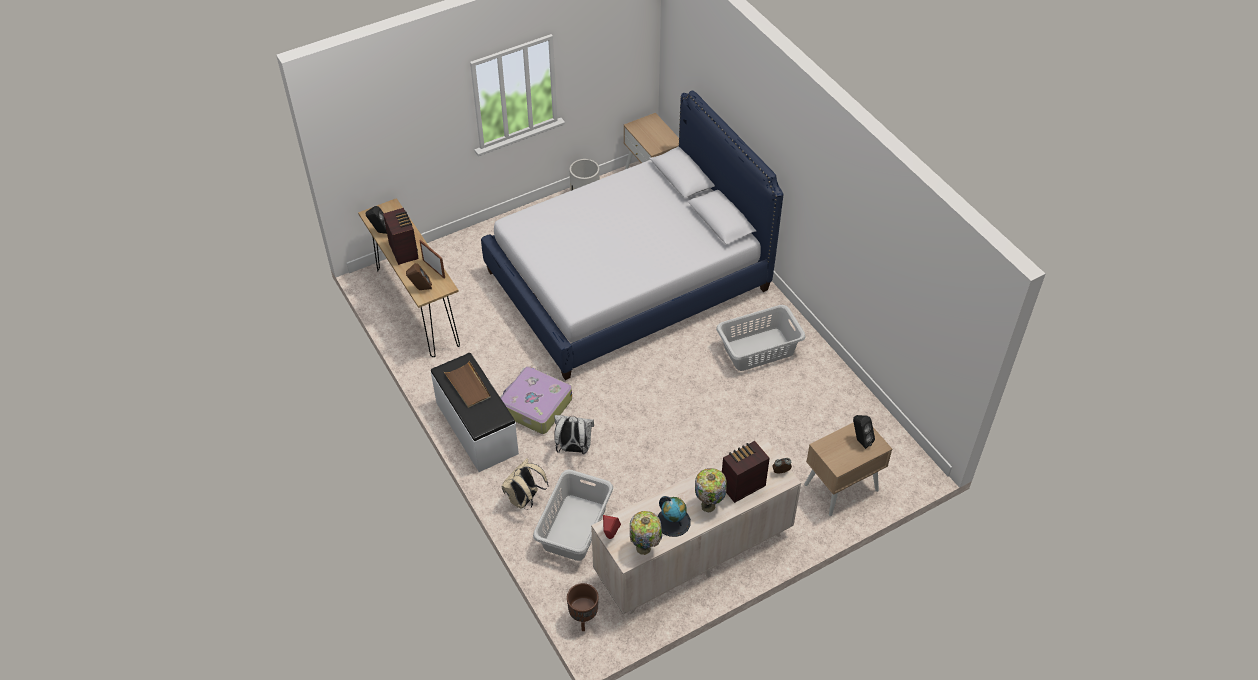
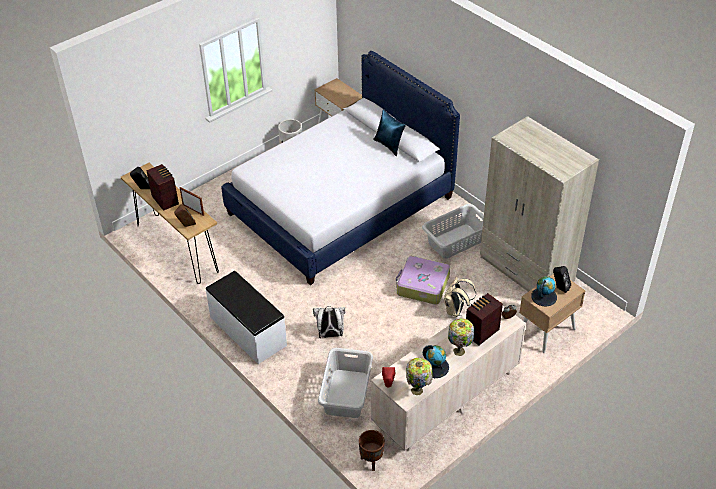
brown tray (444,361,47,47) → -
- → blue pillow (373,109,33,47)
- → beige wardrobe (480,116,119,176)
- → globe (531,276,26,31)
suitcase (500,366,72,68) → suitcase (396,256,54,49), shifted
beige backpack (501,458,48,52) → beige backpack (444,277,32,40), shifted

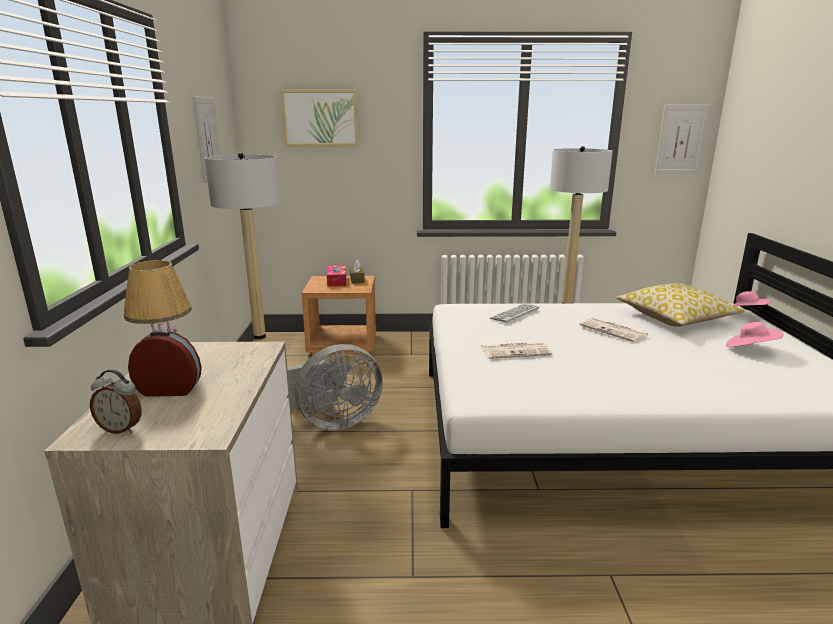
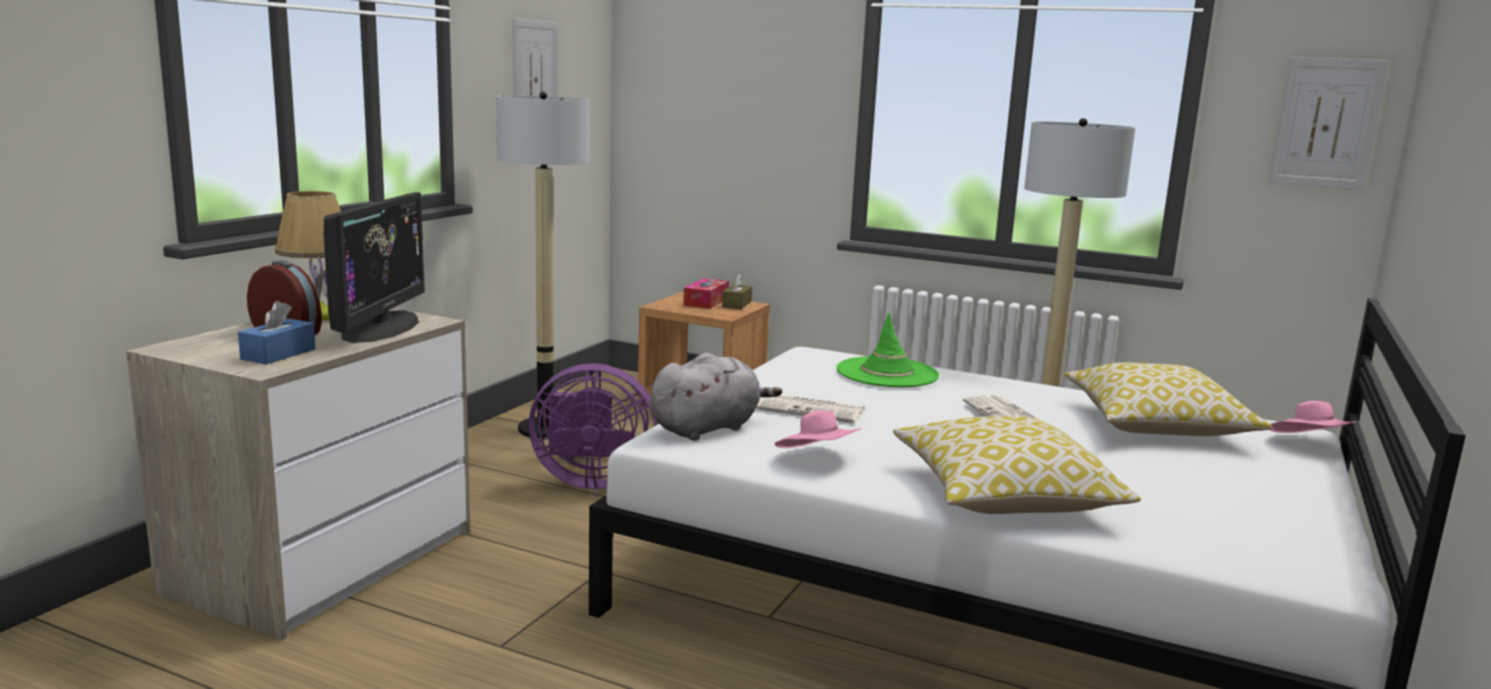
alarm clock (90,369,52,65) → -
picture (280,89,79,57) → -
- → blue tissue box (238,301,78,63)
- → monitor (324,192,101,151)
- → grey plush toy (650,353,132,88)
- → pillow (893,416,248,98)
pink hat (726,322,58,25) → pink hat (775,410,86,38), shifted
keyboard (490,304,49,19) → green hat (836,313,103,74)
grey fan (287,344,96,86) → purple fan (529,363,130,126)

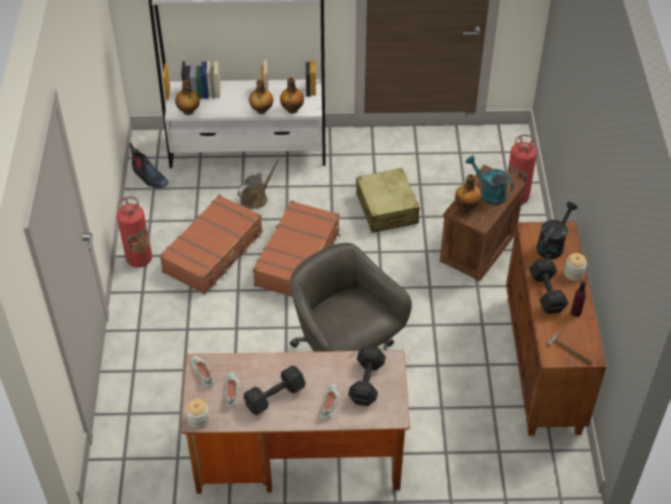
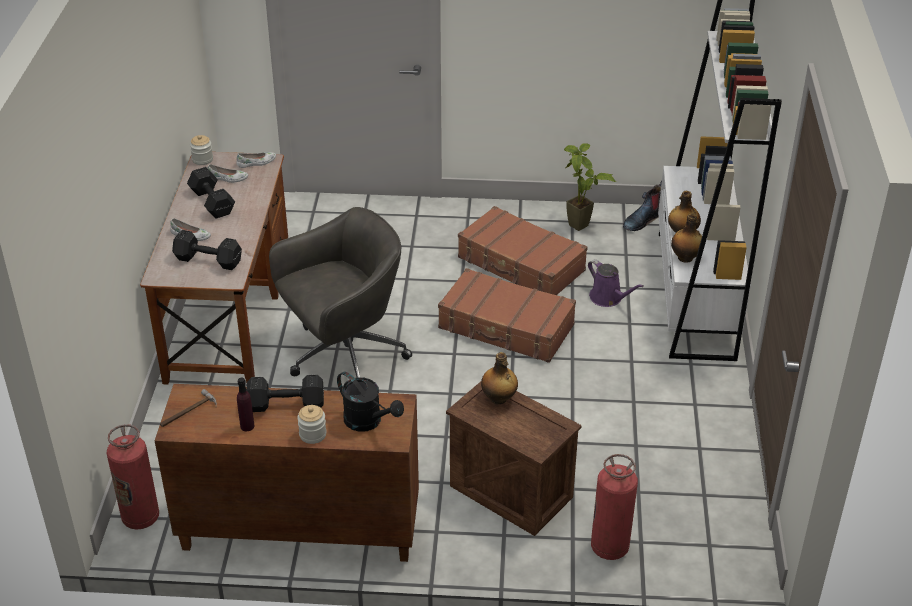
bottle (175,80,25,35) → -
beige suitcase (356,168,64,65) → -
turquoise watering can (466,155,47,50) → -
- → potted plant (564,143,52,88)
fire extinguisher (117,197,35,70) → fire extinguisher (107,424,52,106), shifted
brown watering can (237,157,44,52) → purple watering can (588,259,56,48)

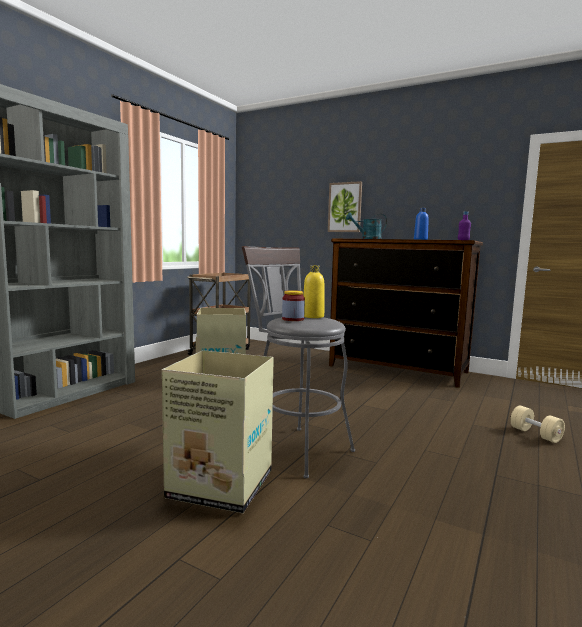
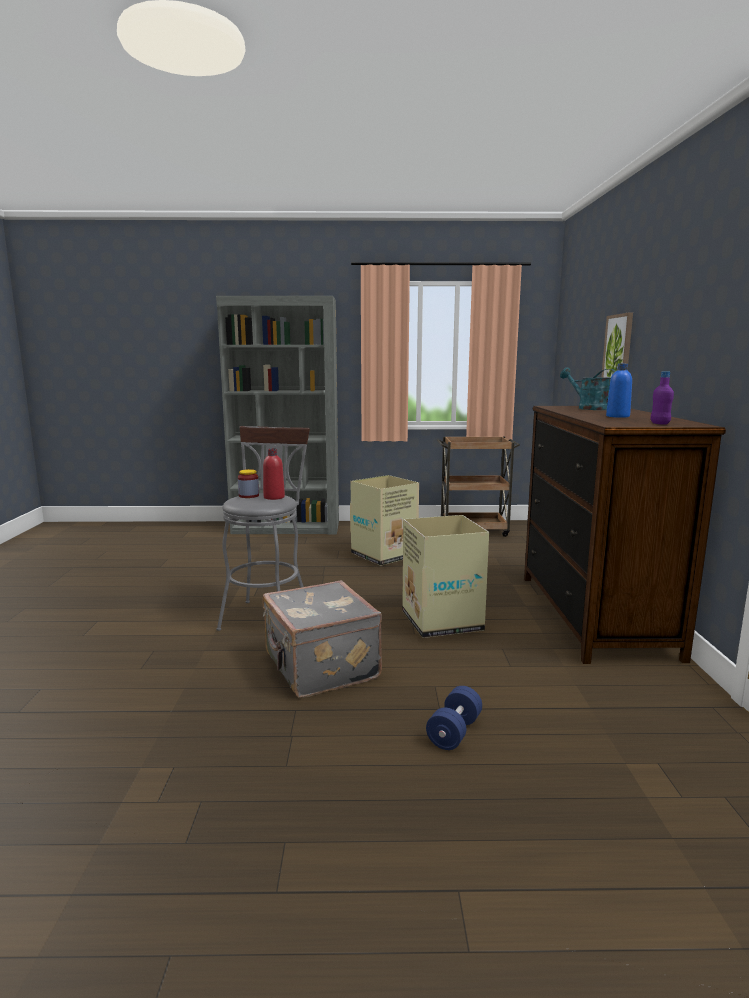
- → grey suitcase (263,581,119,117)
cardboard box (162,350,112,163) → cardboard box (402,515,87,123), shifted
yellow bottle (303,265,21,53) → red bottle (263,448,22,52)
beige dumbbell (510,405,55,38) → blue dumbbell (426,686,56,64)

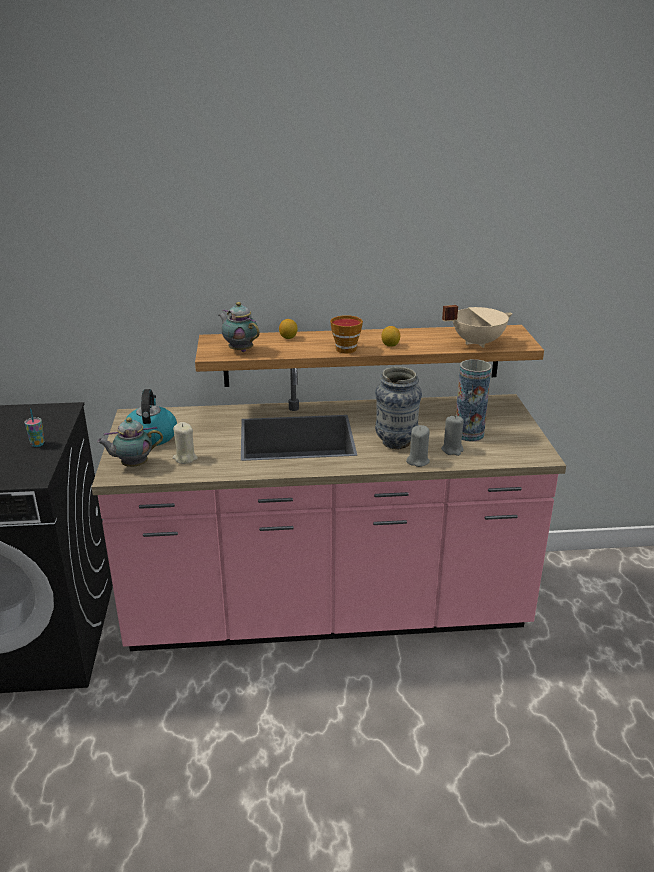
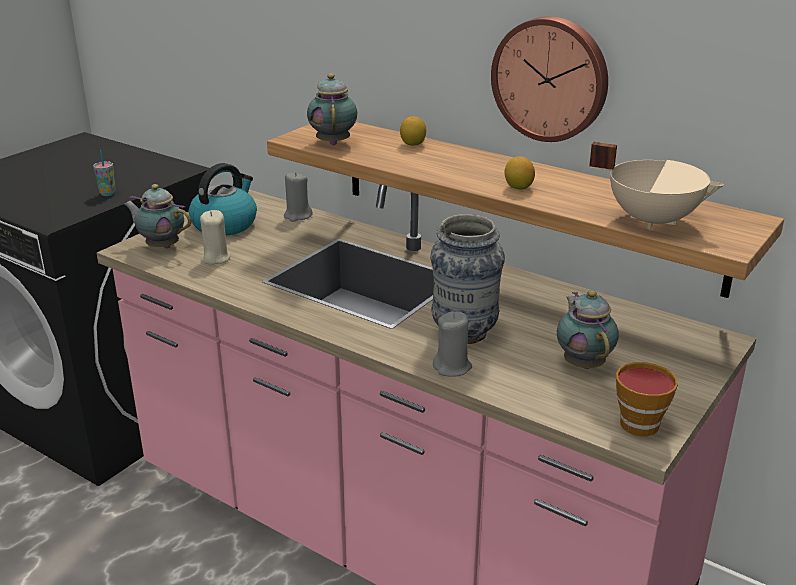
- → wall clock (491,16,117,126)
cup (330,315,33,38) → cup (616,362,62,74), shifted
grey candle (441,415,23,41) → grey candle (284,172,29,50), shifted
vase (456,359,36,82) → teapot (557,290,62,79)

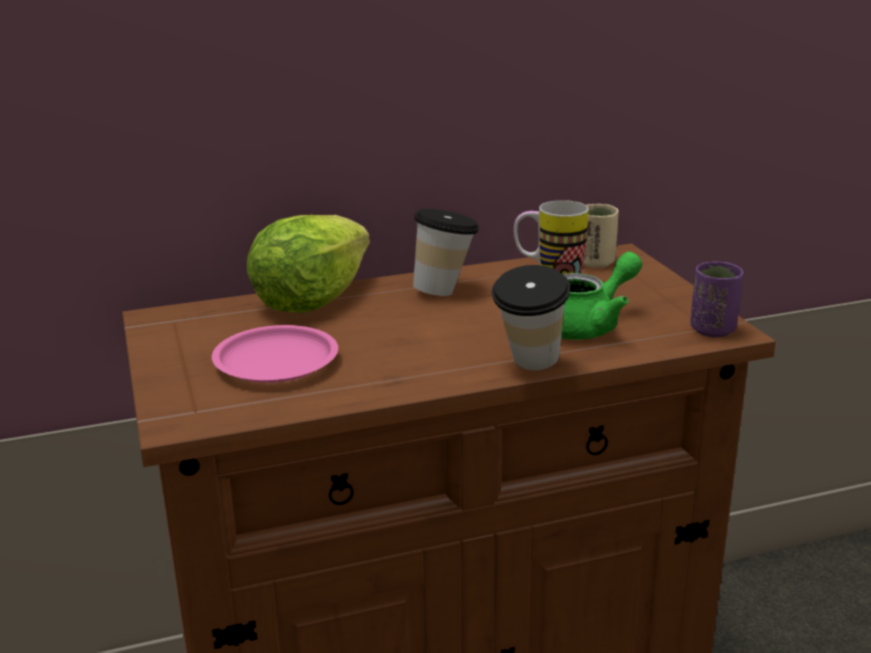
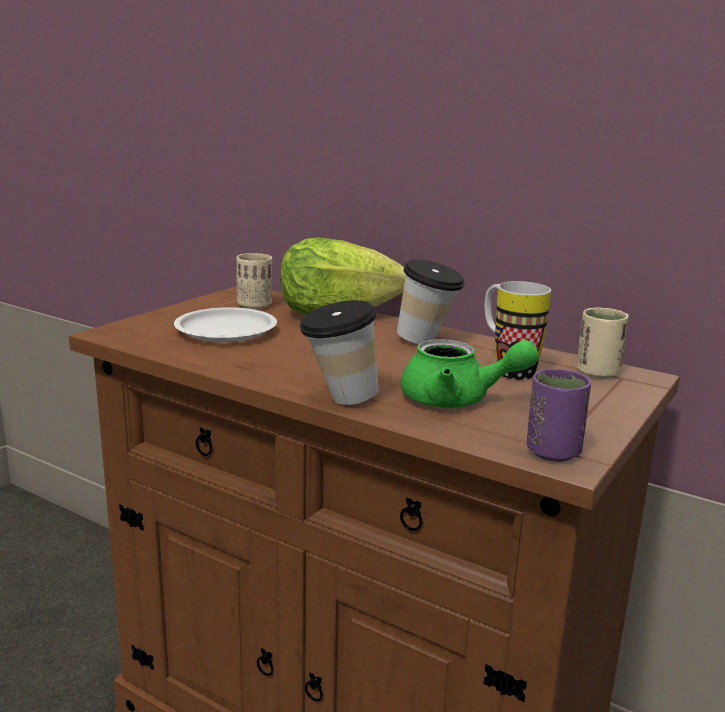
- → beige cup (236,253,36,57)
pink plate (212,325,126,58) → white plate (174,307,103,35)

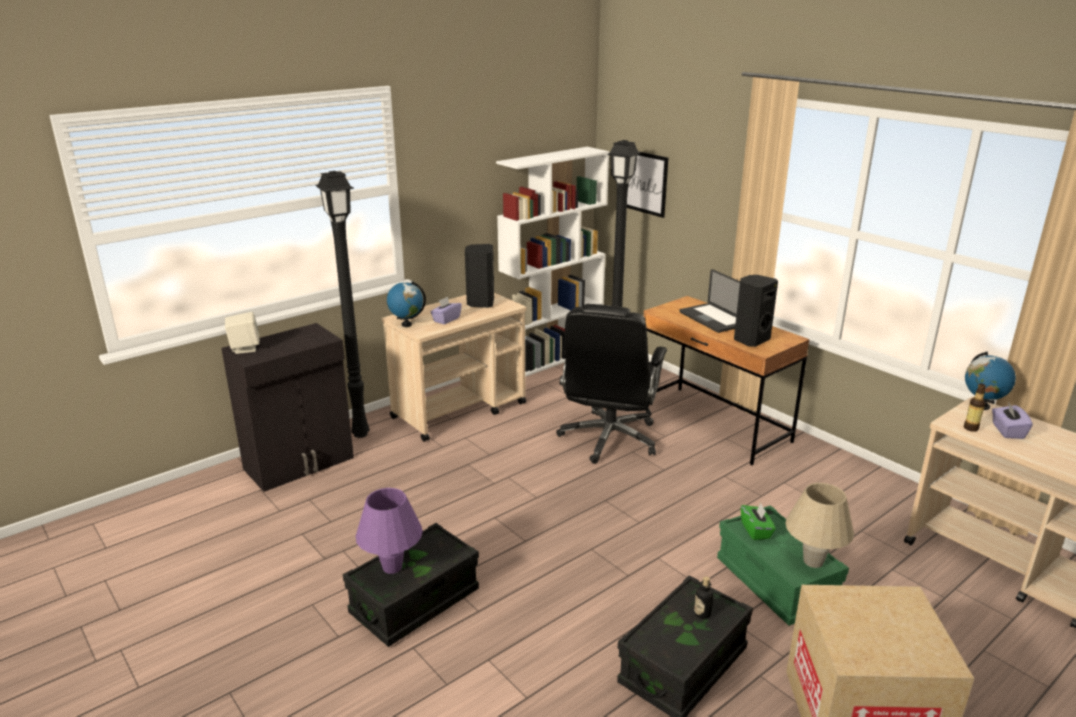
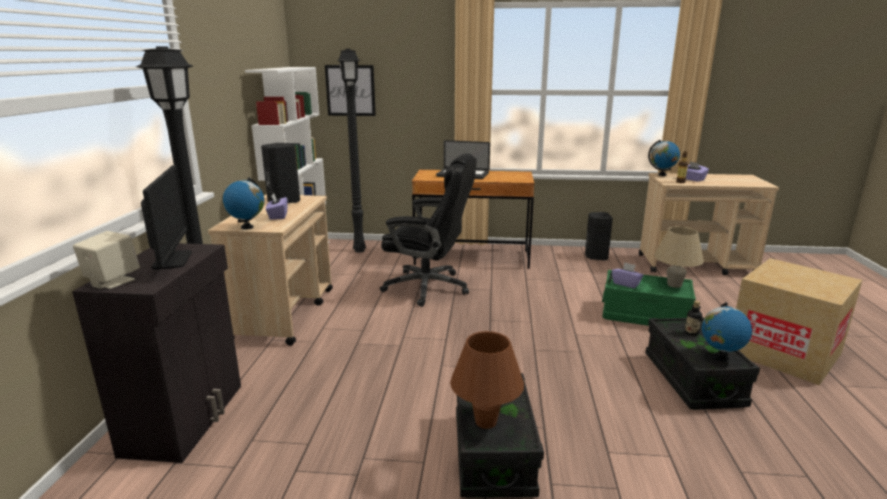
- → monitor (141,165,51,104)
- → globe (702,303,50,58)
black speaker (734,275,44,72) → black speaker (585,212,28,48), shifted
purple table lamp (356,488,67,86) → brown table lamp (450,331,74,98)
green tissue box (741,503,35,37) → purple tissue box (612,262,32,26)
black office chair (556,304,111,160) → black office chair (380,153,97,154), 45 degrees counterclockwise

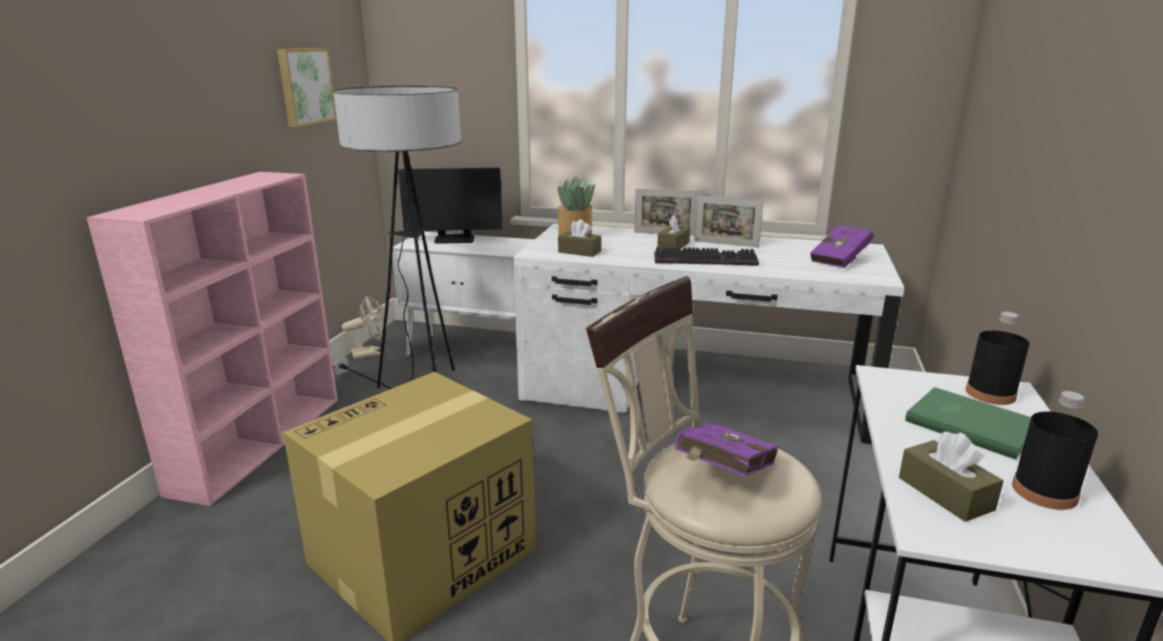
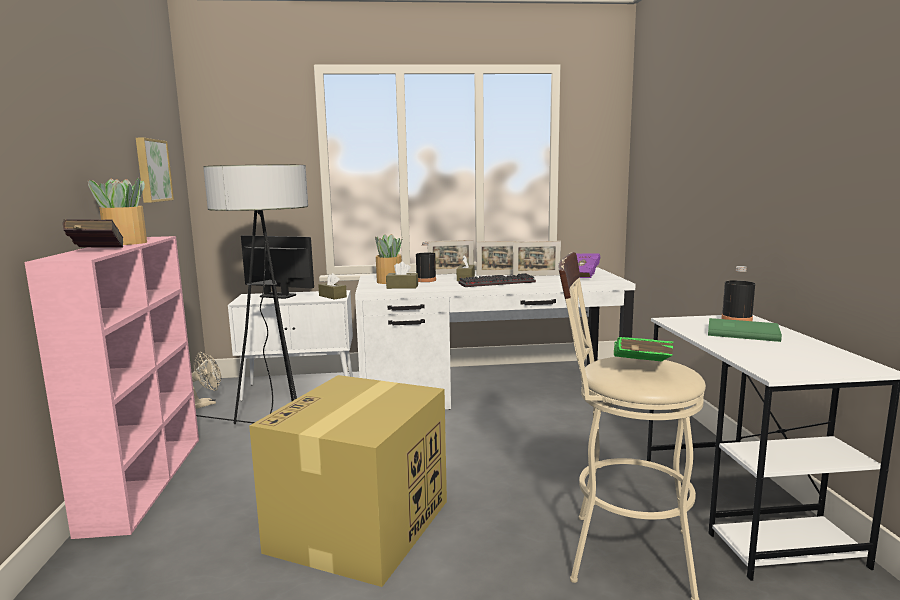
- → red book (62,219,61,29)
- → potted plant (88,178,59,67)
- → picture frame (513,241,48,35)
brown tissue box (899,431,105,91) → brown tissue box (318,273,29,27), shifted
black bottle (1012,391,86,119) → black bottle (416,242,20,40), shifted
purple book (675,423,104,54) → green book (614,337,59,25)
monitor (398,168,105,76) → monitor (241,235,73,64), 135 degrees counterclockwise

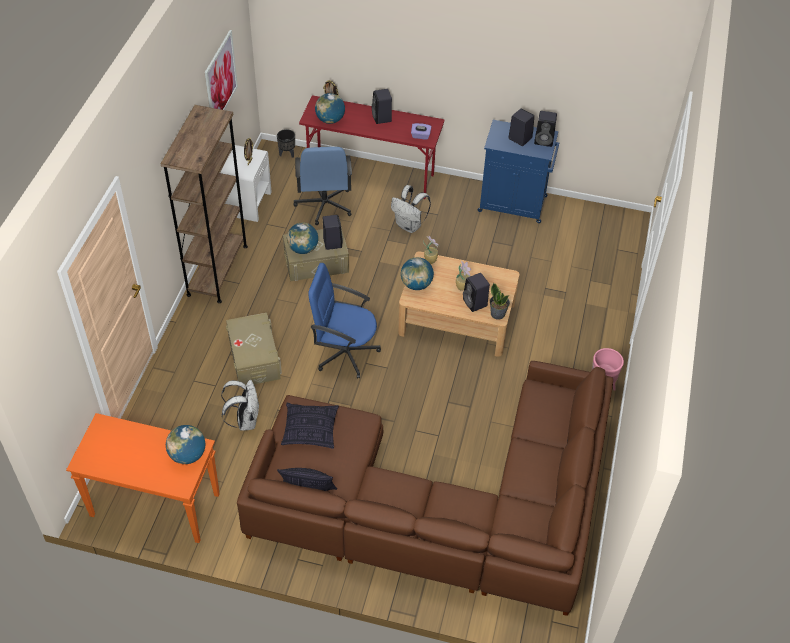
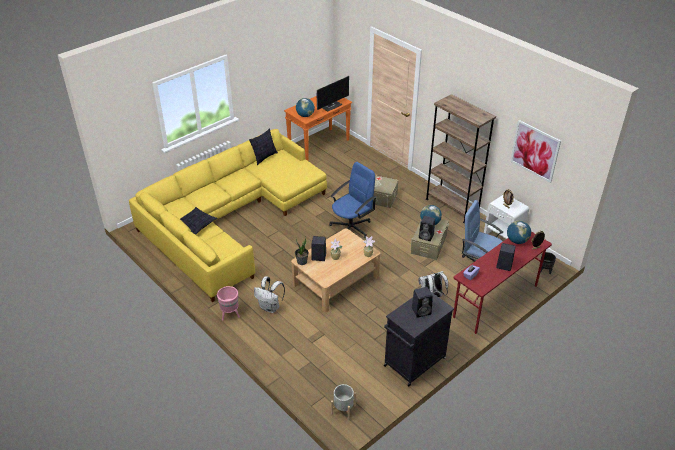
globe (401,257,33,33) → -
black speaker (534,111,23,36) → -
- → monitor (317,76,32,36)
- → grey planter (331,384,25,36)
white backpack (221,380,39,51) → white backpack (254,276,31,37), shifted
pillow (281,403,58,46) → pillow (180,207,38,28), shifted
brown sofa (237,361,376,255) → yellow sofa (129,129,198,173)
blue cabinet (478,120,81,103) → black cabinet (384,291,70,96)

